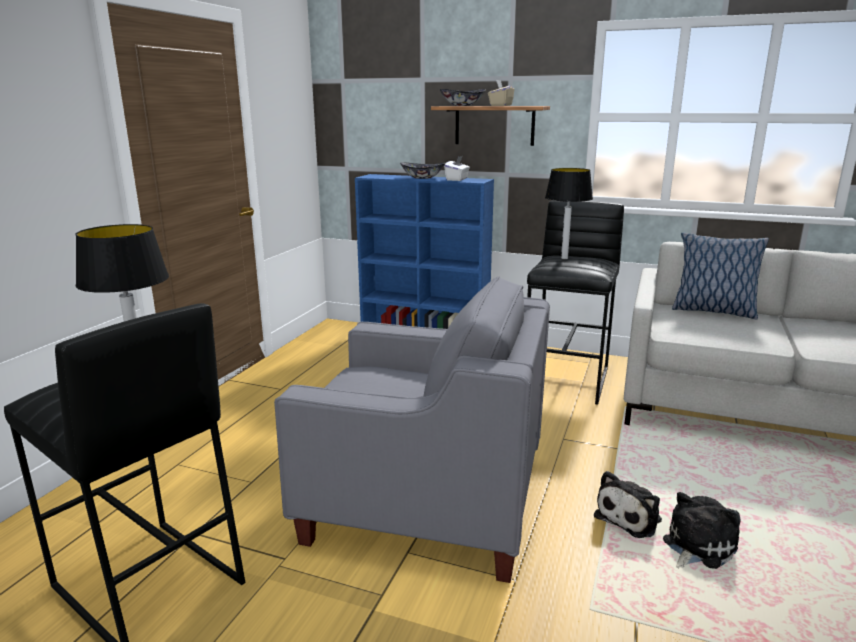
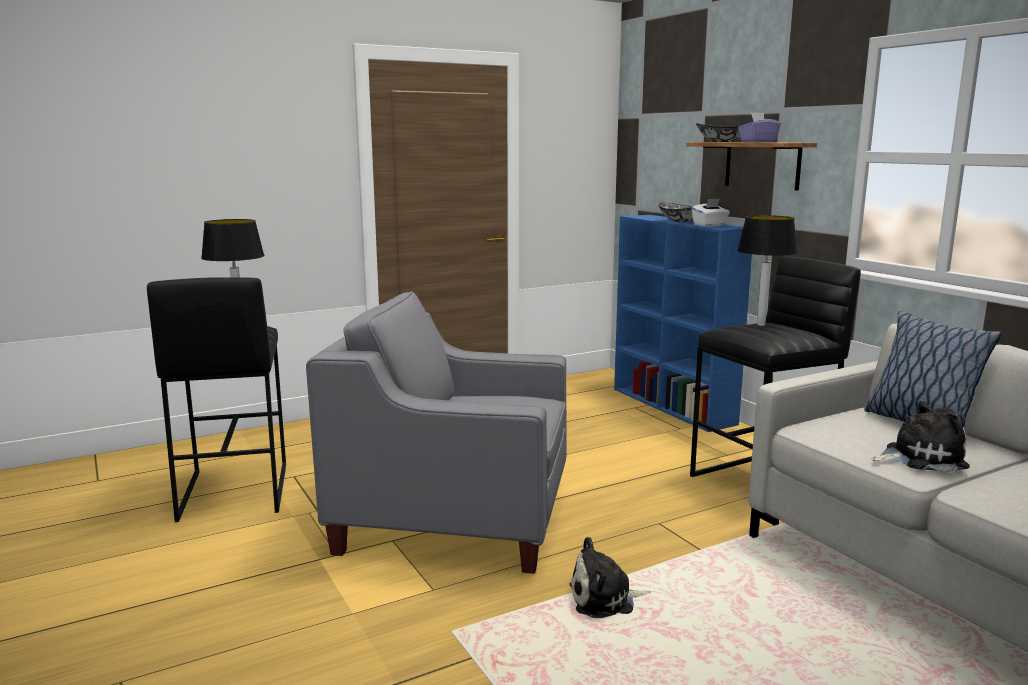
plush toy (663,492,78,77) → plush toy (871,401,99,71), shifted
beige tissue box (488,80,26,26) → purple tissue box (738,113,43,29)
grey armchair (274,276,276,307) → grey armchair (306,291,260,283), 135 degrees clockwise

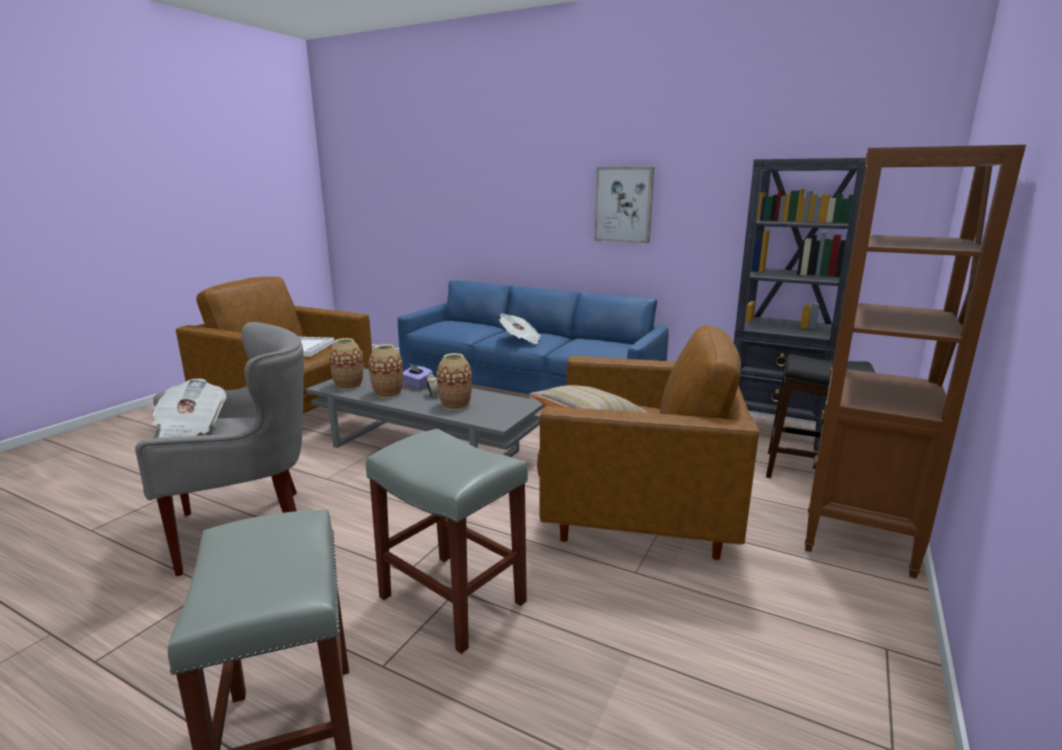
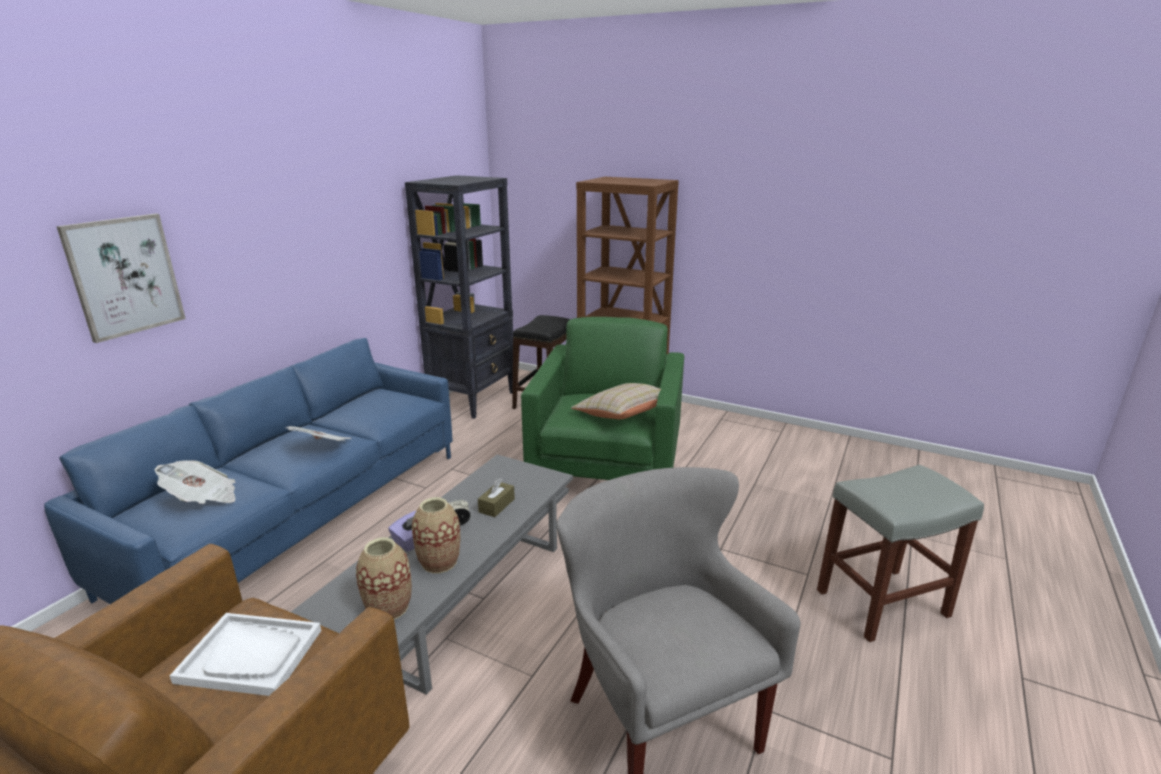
grey stool (366,429,162,225) → -
newspaper (152,379,75,59) → newspaper (155,460,81,44), shifted
picture (594,167,60,76) → picture (56,214,130,129), shifted
vase (437,353,35,57) → brown tissue box (478,478,37,39)
brown armchair (537,325,222,235) → green armchair (521,317,163,163)

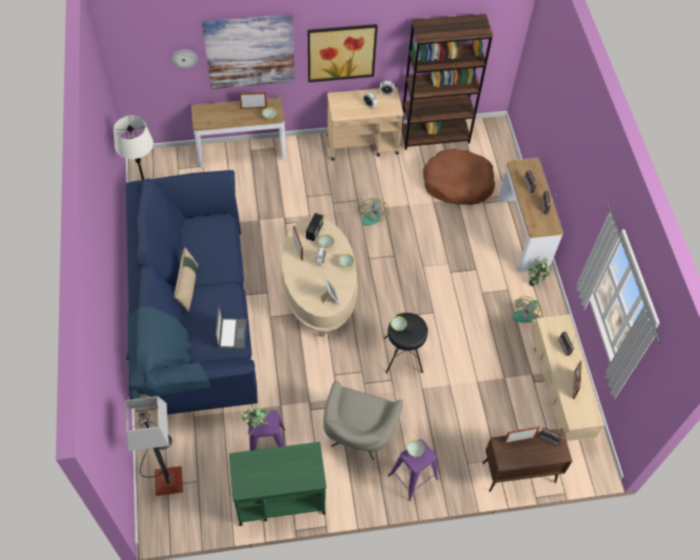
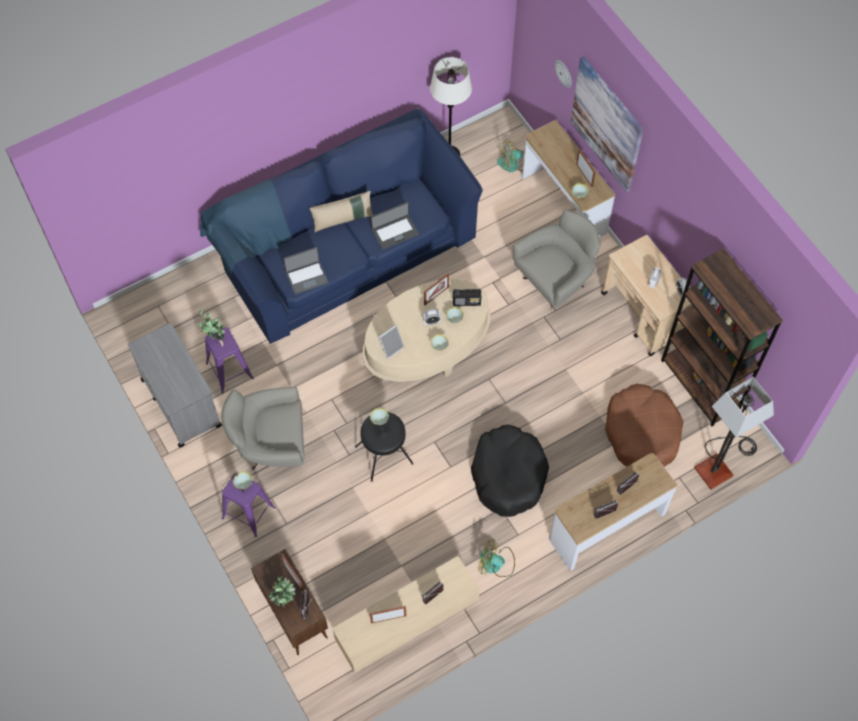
picture (308,24,69,58) → -
- → laptop (371,202,48,48)
- → black dog bed (471,424,78,93)
- → grey armchair (513,210,88,99)
floor lamp (125,396,58,100) → floor lamp (694,377,80,113), shifted
fan (358,198,31,27) → fan (497,139,27,33), shifted
potted plant (527,257,27,29) → potted plant (269,576,26,31), shifted
green cart (229,442,97,84) → grey cart (128,323,94,125)

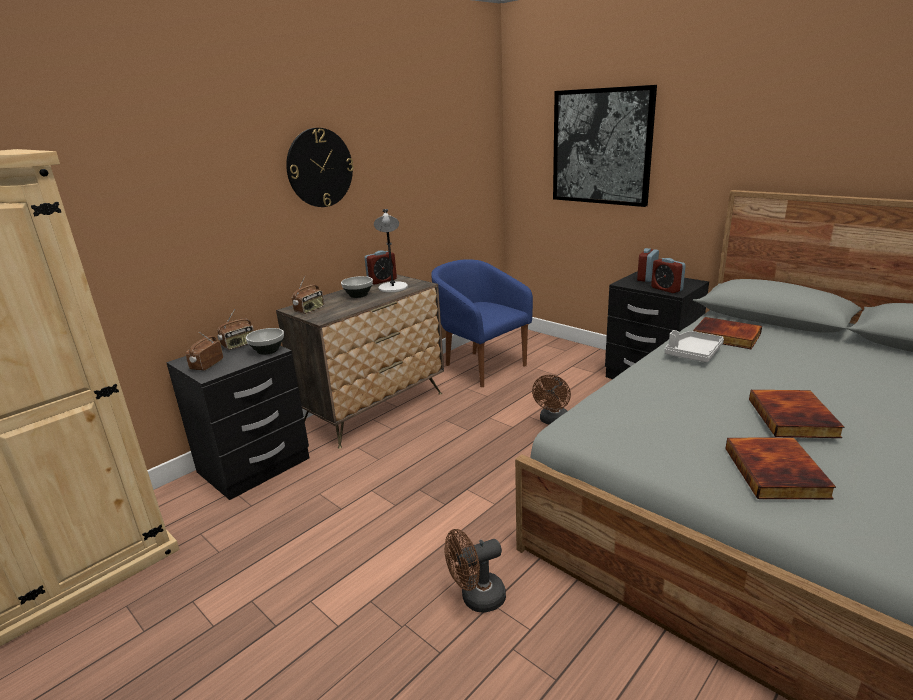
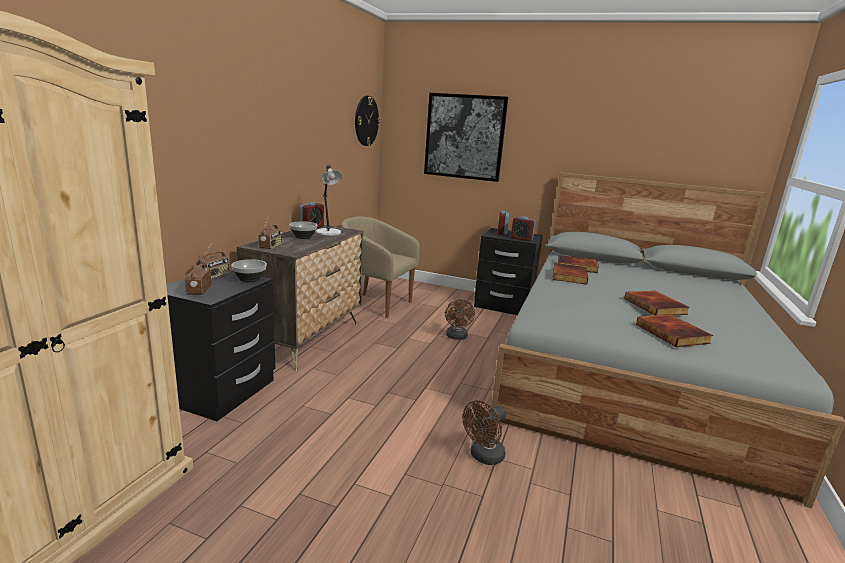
wall clock (286,128,68,79) → wall clock (355,96,25,50), shifted
grey tray (664,330,60,32) → book (553,263,36,21)
blue armchair (431,259,102,128) → beige armchair (342,217,78,101)

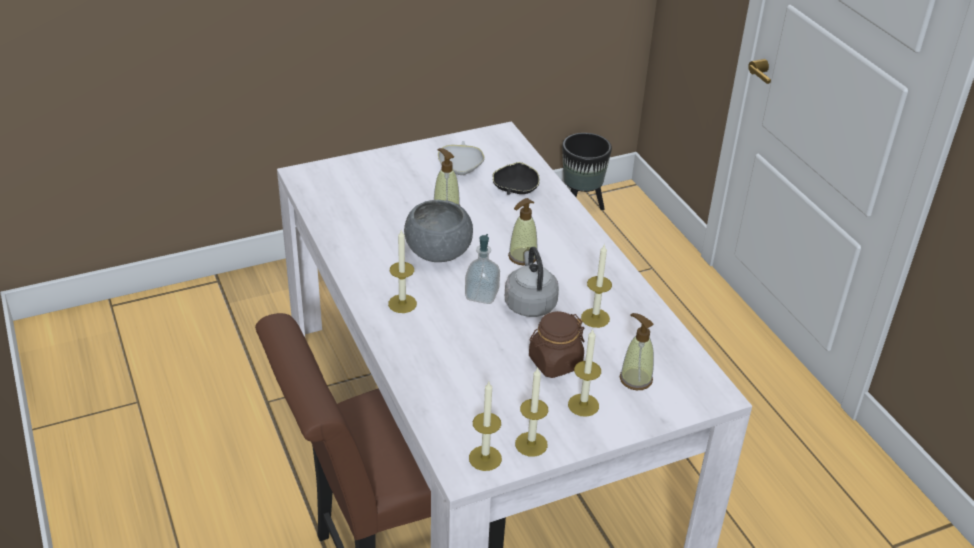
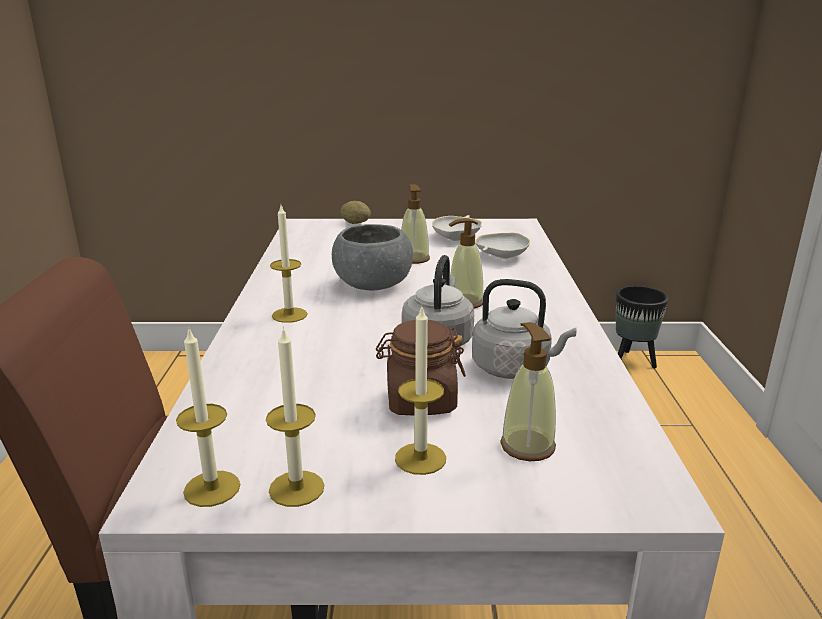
soap dispenser (465,234,35,70) → -
- → potato (340,201,31,23)
candle (581,244,31,84) → grey kettle (472,279,104,100)
black bowl (492,162,48,33) → white bowl (475,233,55,26)

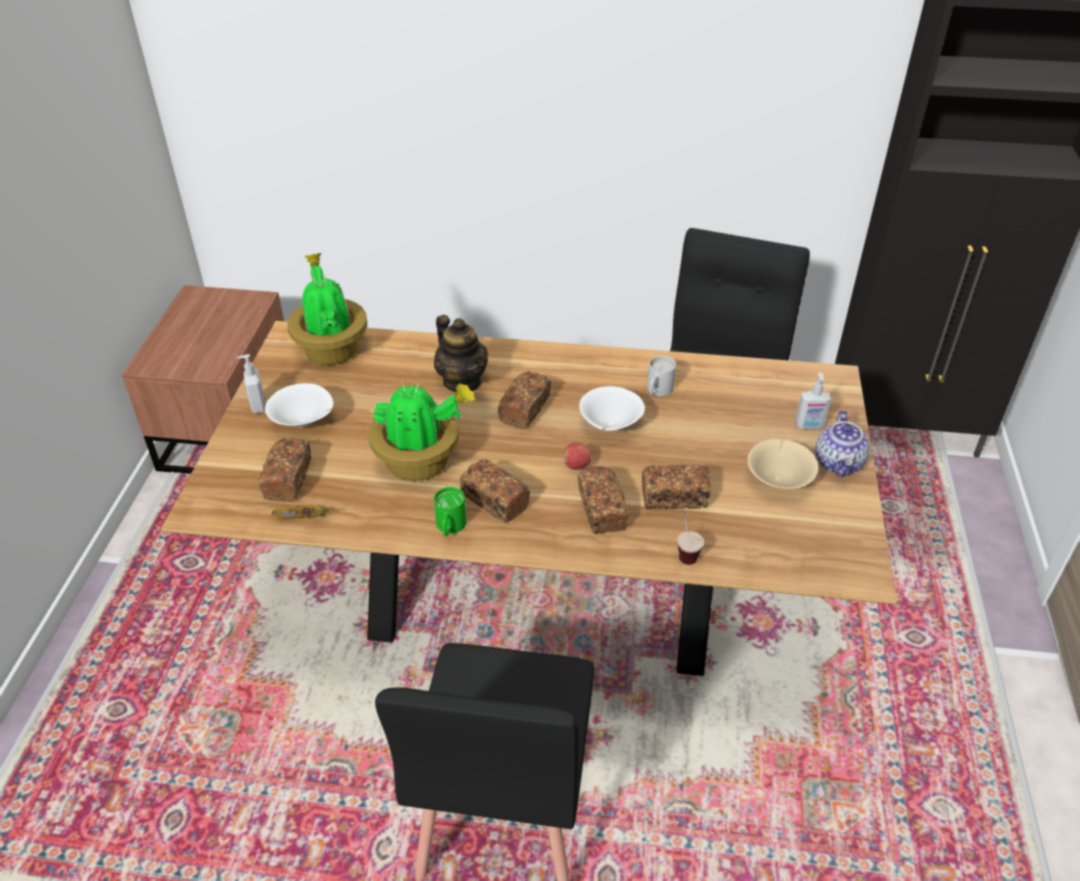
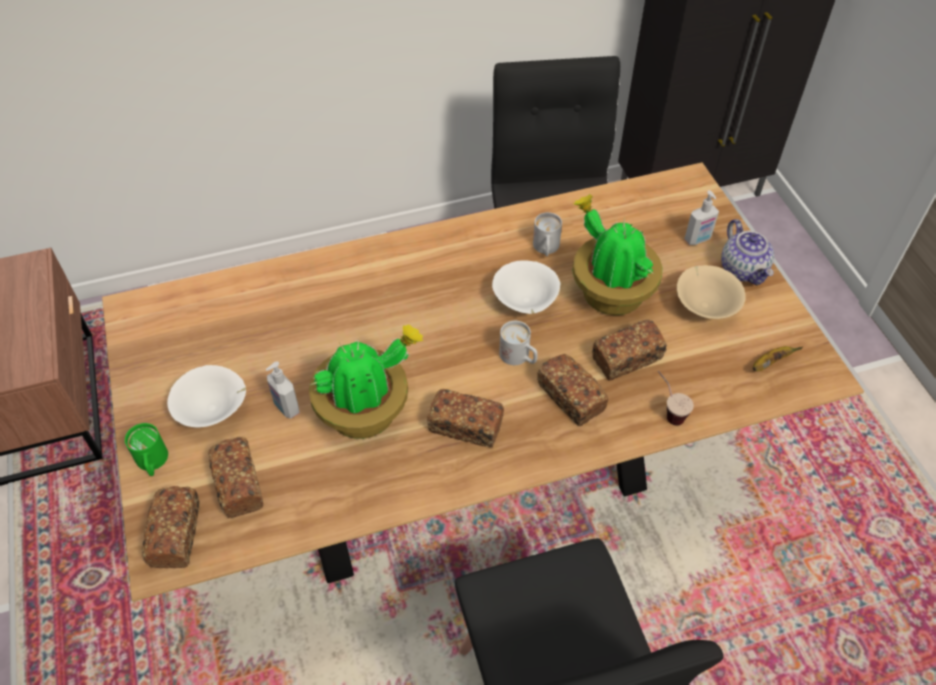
teapot (434,315,54,77) → -
soap dispenser (237,354,29,59) → soap dispenser (266,361,34,58), shifted
banana (272,505,57,14) → banana (753,346,50,25), shifted
potted plant (287,253,80,112) → potted plant (572,194,90,121), shifted
green mug (434,487,33,49) → green mug (125,423,43,53), shifted
bread (498,371,53,58) → bread (142,486,58,82), shifted
apple (563,442,28,28) → white mug (499,321,39,44)

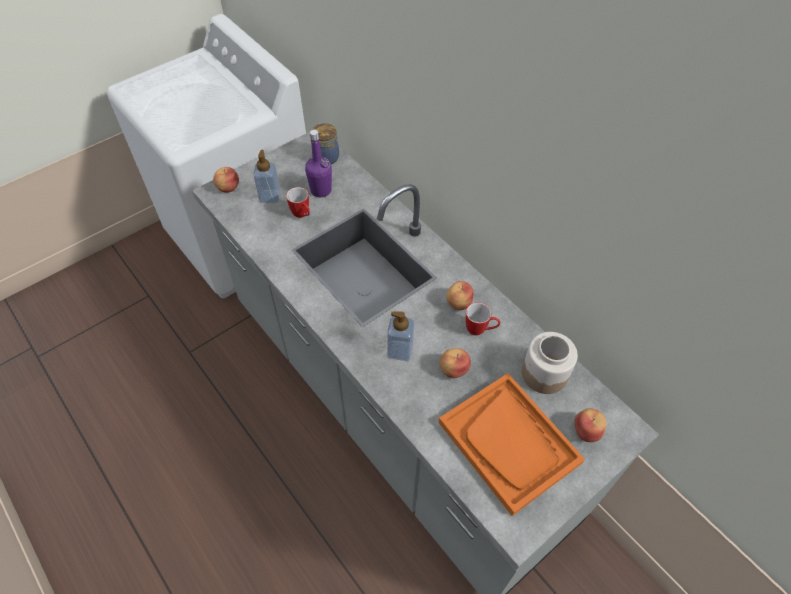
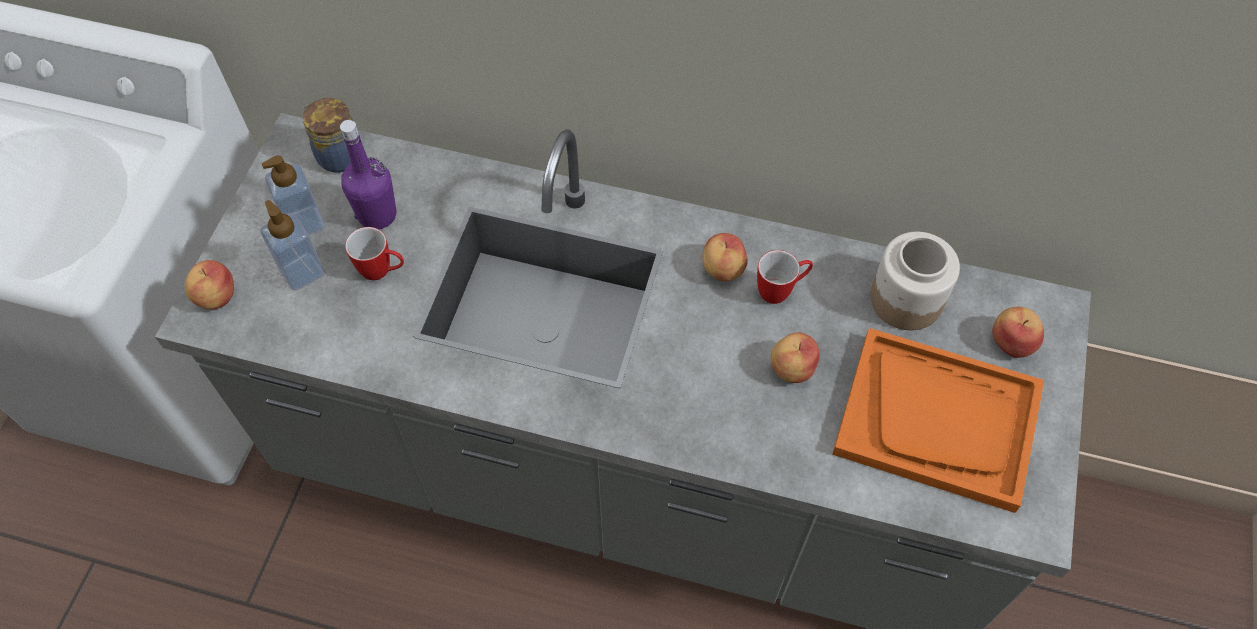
soap dispenser (387,311,27,50) → soap dispenser (262,155,63,80), shifted

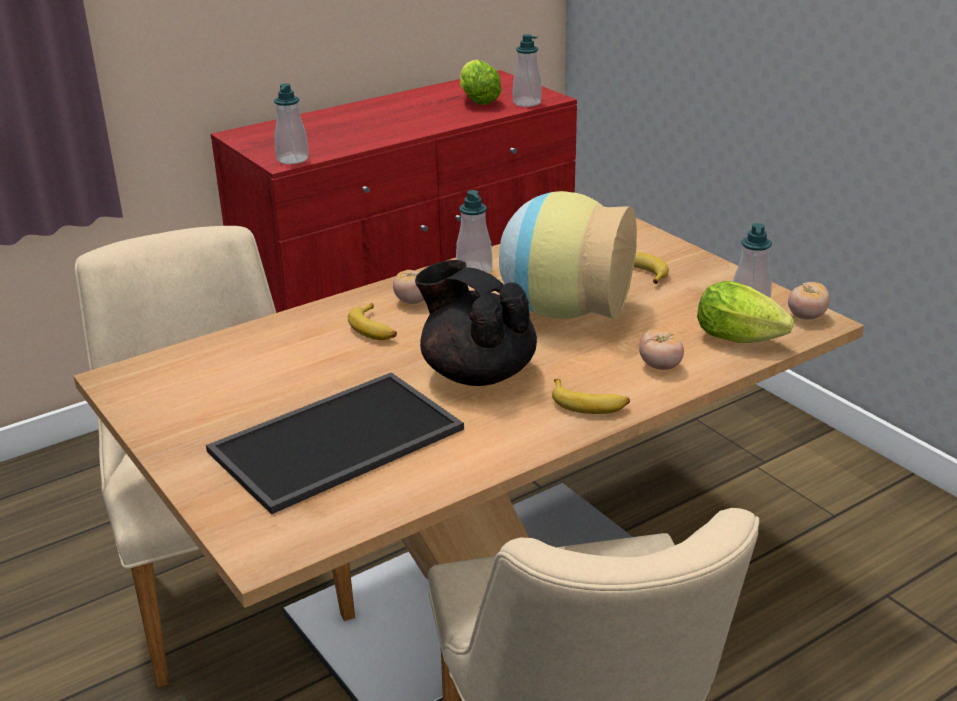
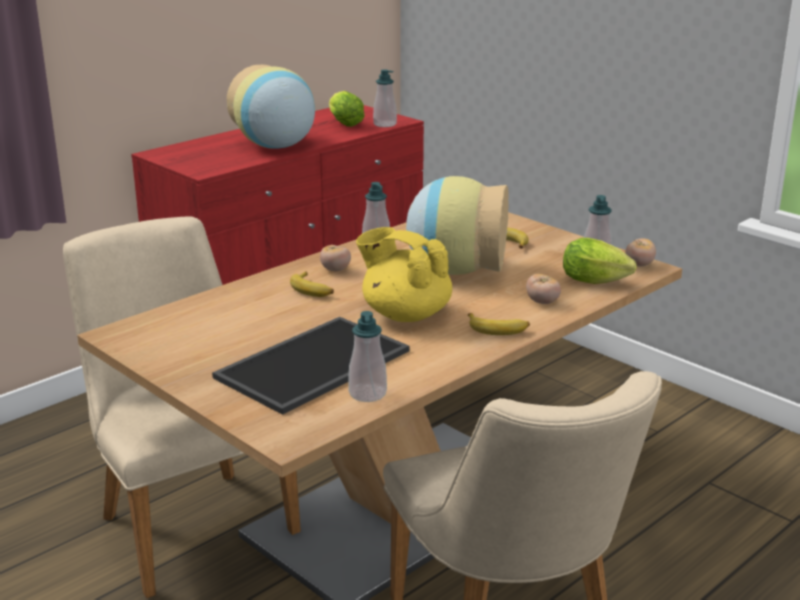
- → vase (227,65,88,84)
soap dispenser (274,83,35,81) → soap dispenser (348,311,39,91), shifted
black teapot (415,260,122,126) → yellow teapot (356,227,96,95)

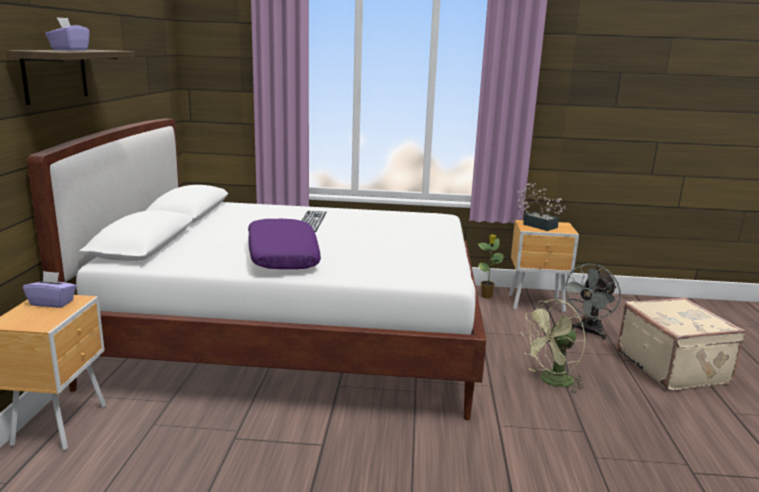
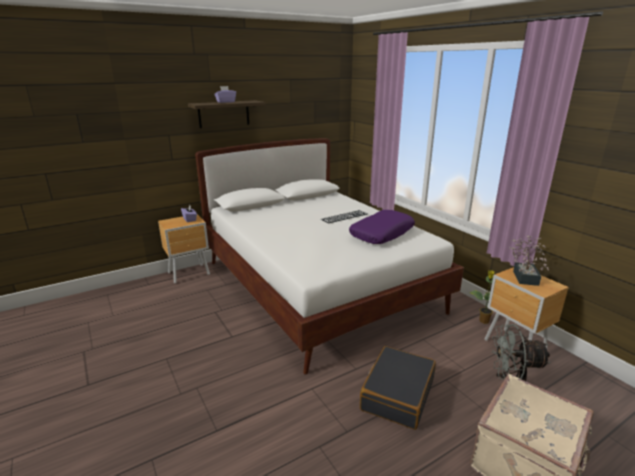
purple pillow (248,219,73,50) → purple pillow (349,210,66,34), shifted
green fan (521,299,64,95) → black suitcase (360,346,76,84)

